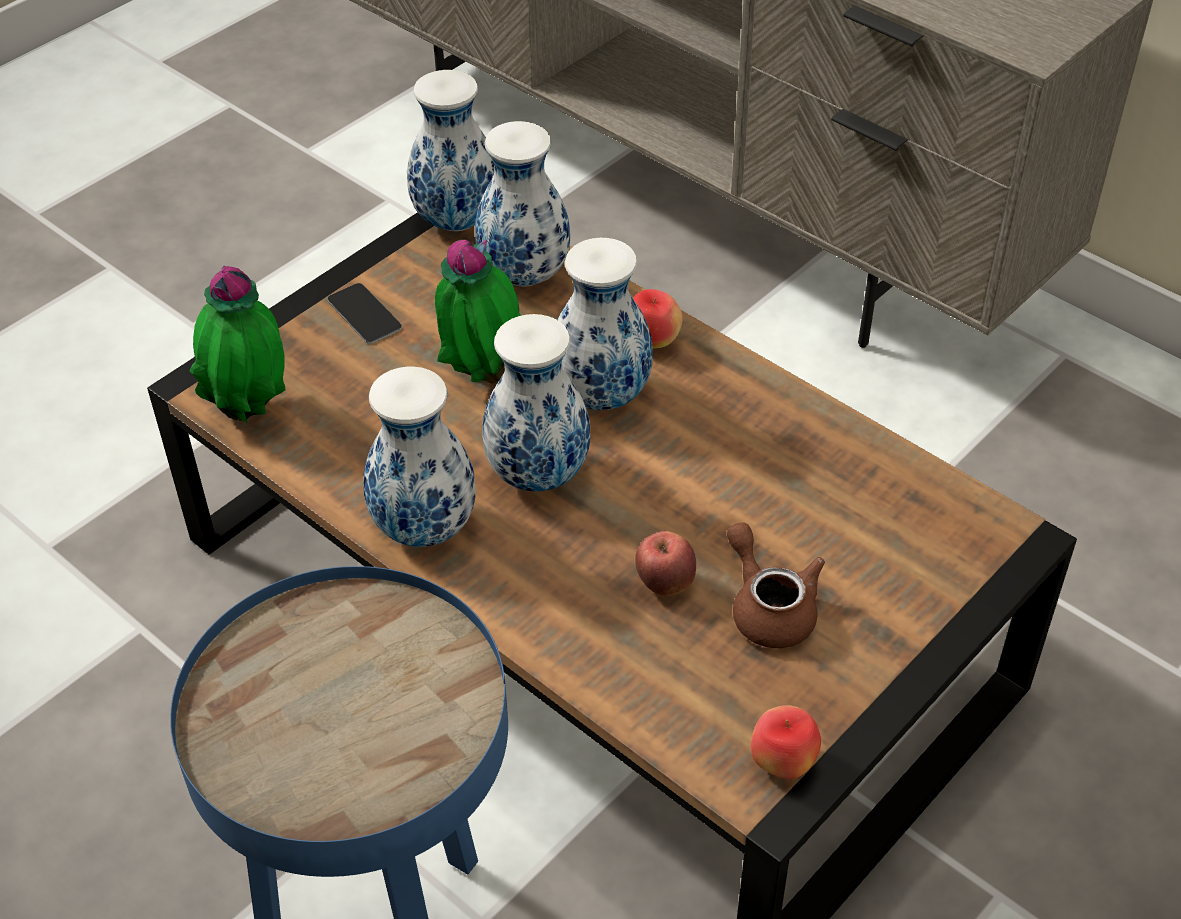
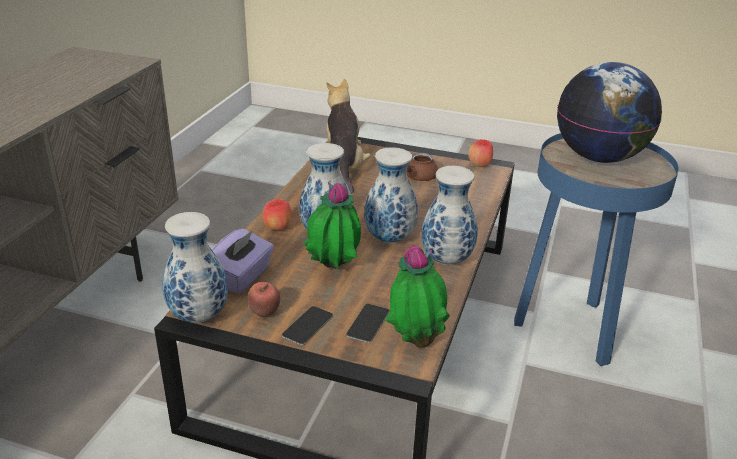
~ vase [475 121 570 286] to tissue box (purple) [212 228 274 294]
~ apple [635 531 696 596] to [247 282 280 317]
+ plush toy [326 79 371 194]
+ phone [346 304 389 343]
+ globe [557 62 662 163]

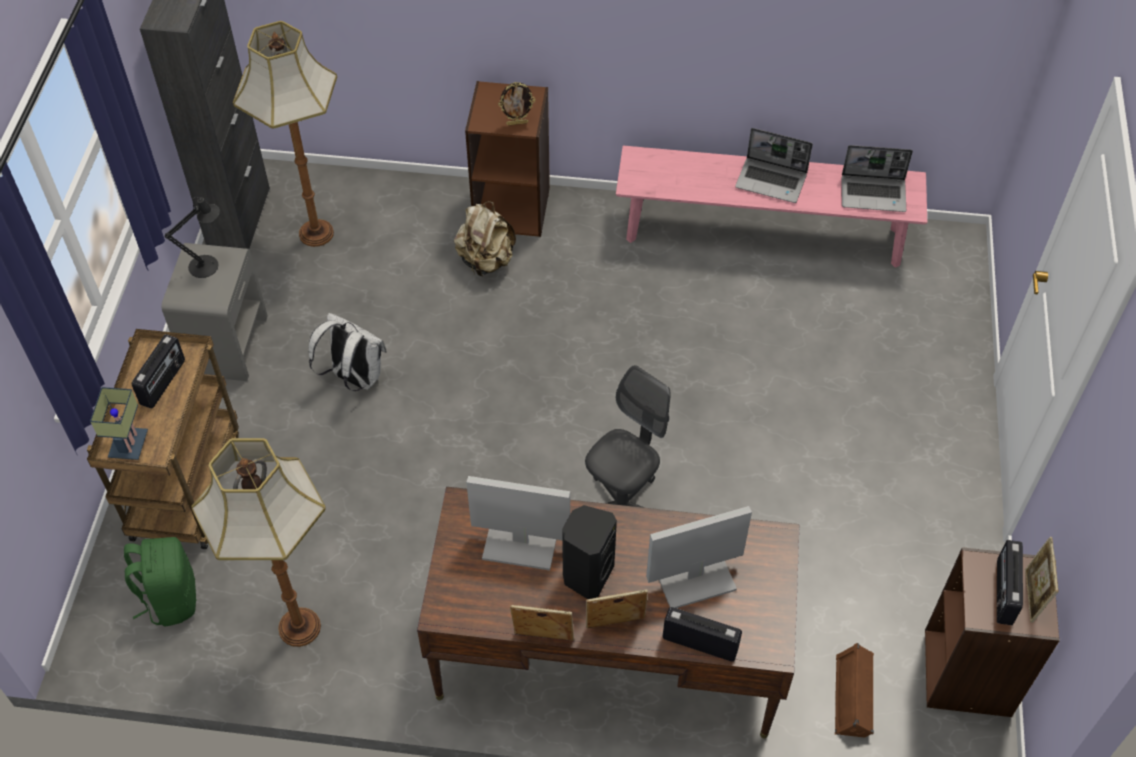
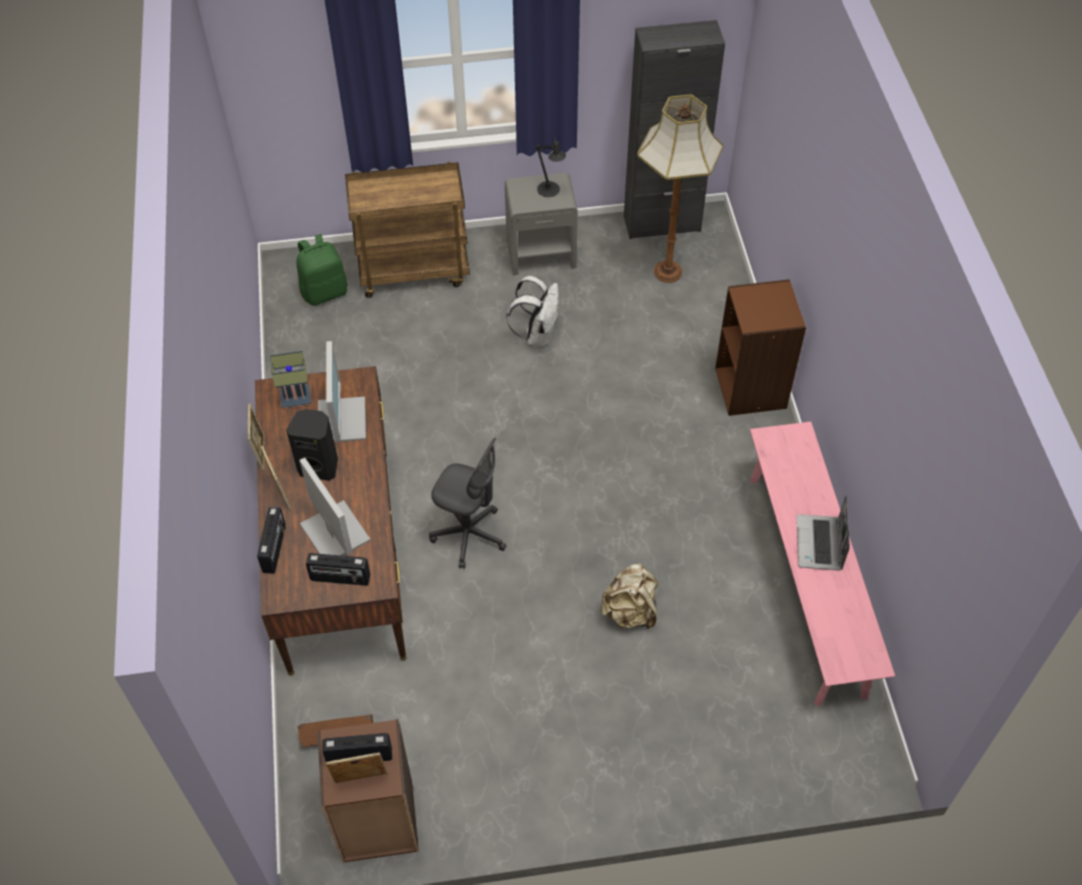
~ table lamp [90 387 148 460] to [270 351 311 408]
~ radio [132 334 185 409] to [306 553 370 585]
- floor lamp [191 438 326 647]
~ backpack (beige) [454 201 516 276] to [601 563 658 629]
- picture frame [498 82 535 125]
- laptop [841 145 913 212]

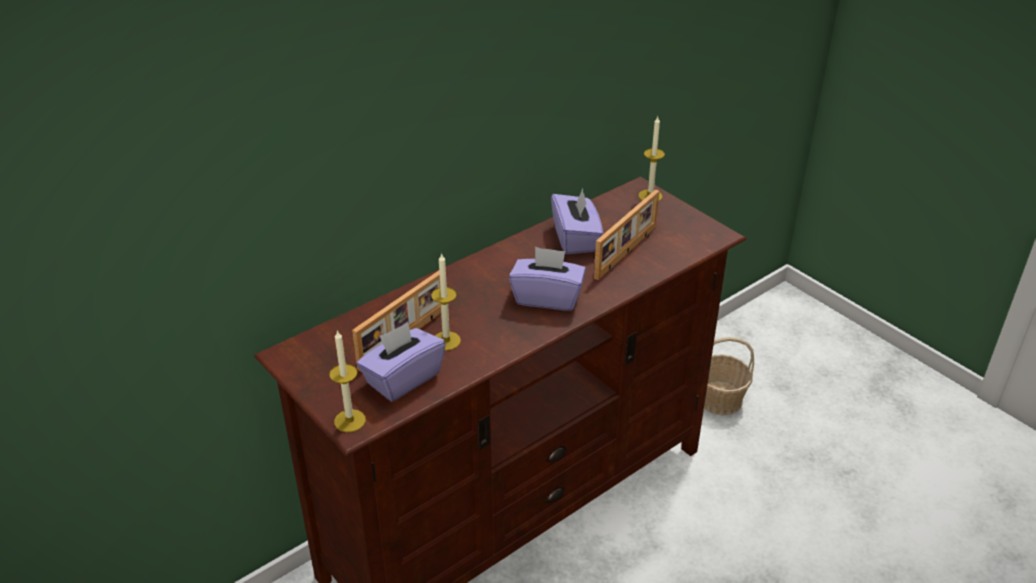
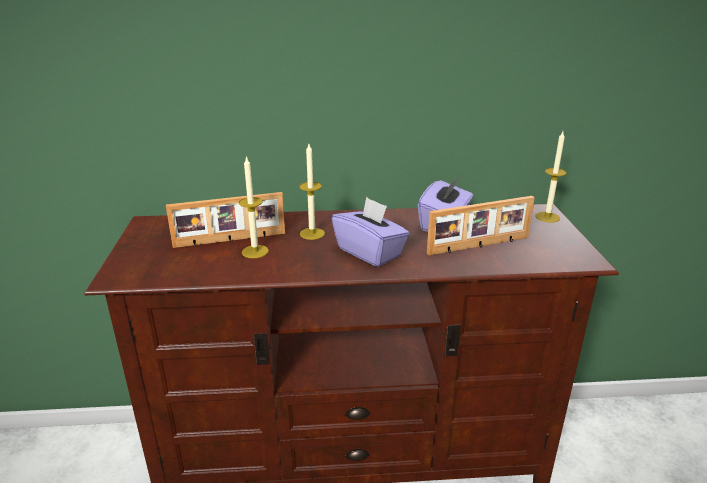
~ candle [329 330 366 432] to [299 144 325 240]
- tissue box (purple) [357 322 446 402]
- basket [704 337 754 415]

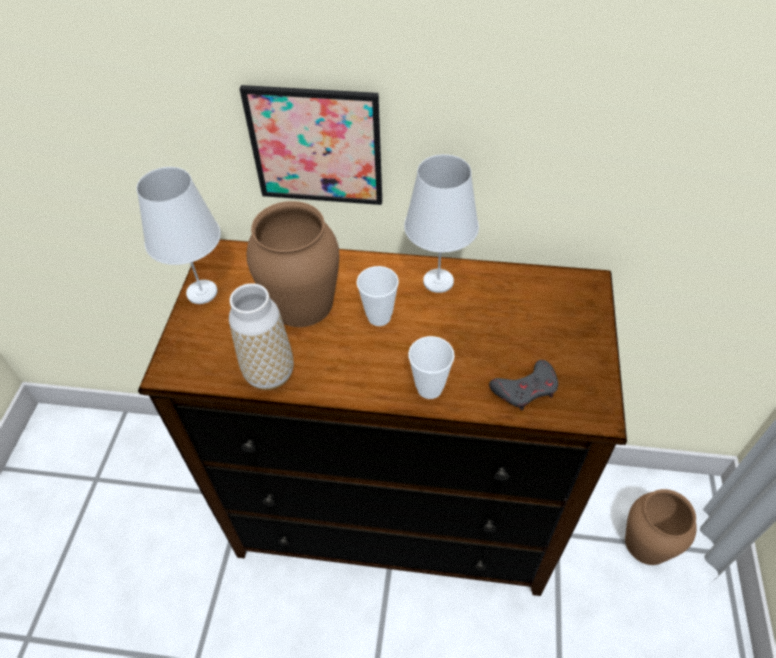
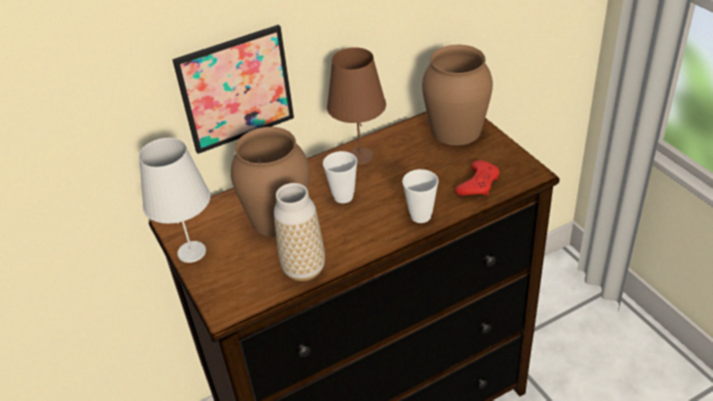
~ table lamp (white) [404 154 479 293] to table lamp (brown) [327 47 386 165]
~ game controller (grey) [489 360 558 411] to game controller (red) [455 160 499 196]
~ vase (brown) [625 489 697 565] to [422 45 493 145]

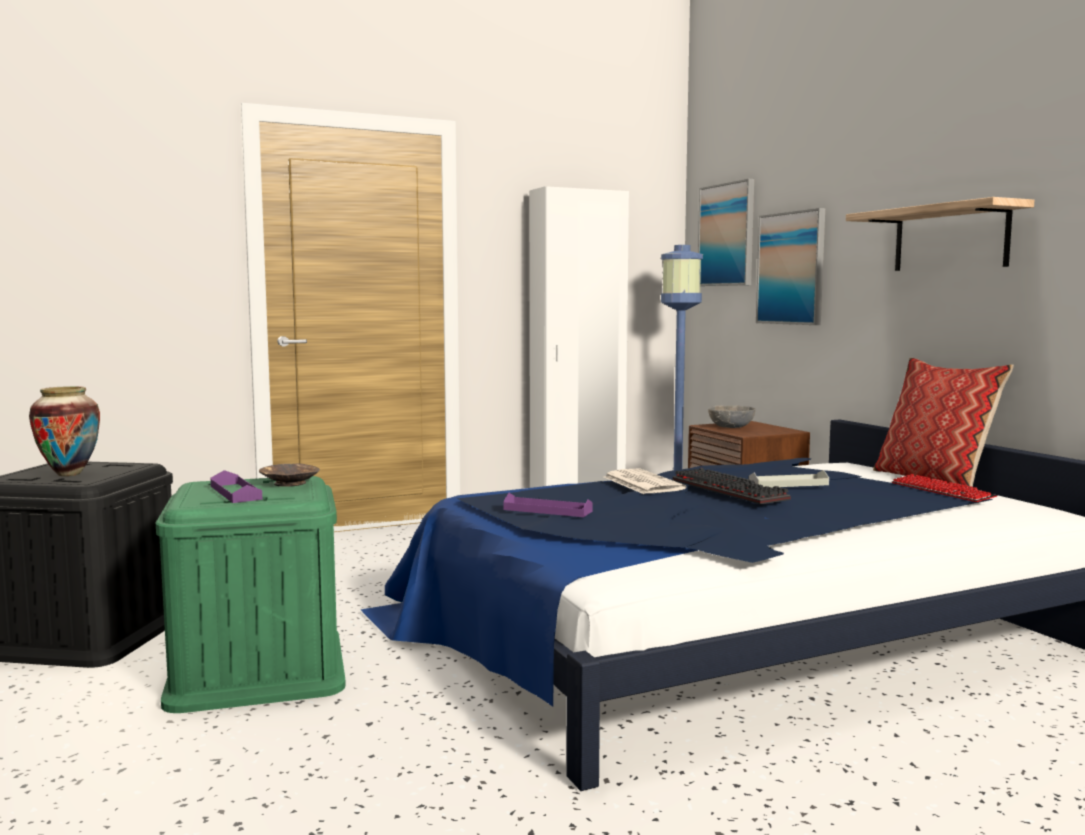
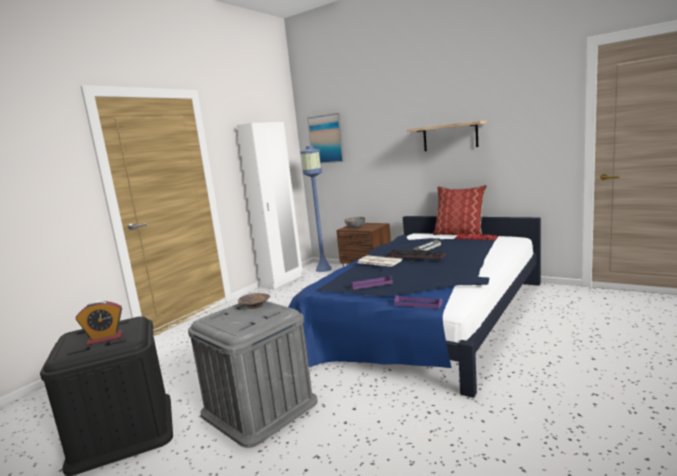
~ vase [29 386 100 476] to alarm clock [76 300 123 346]
~ storage box (green) [155 476 346 713] to storage box (grey) [188 301 318 448]
~ tray (purple) [211 470 262 503] to [394 295 443 309]
- picture [756 208 825 325]

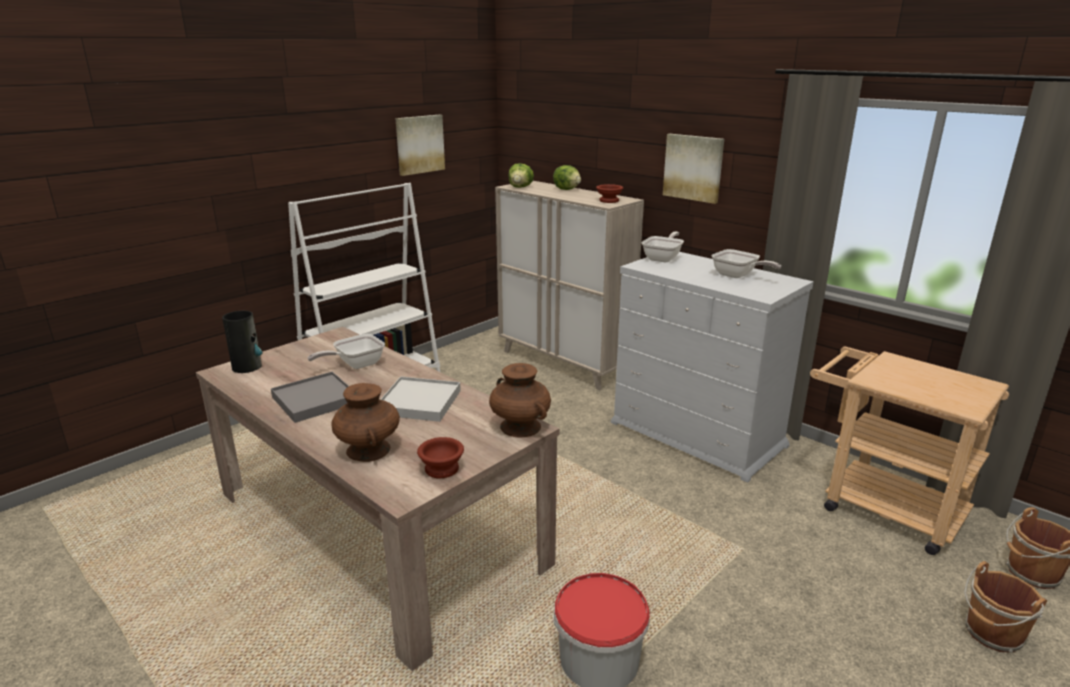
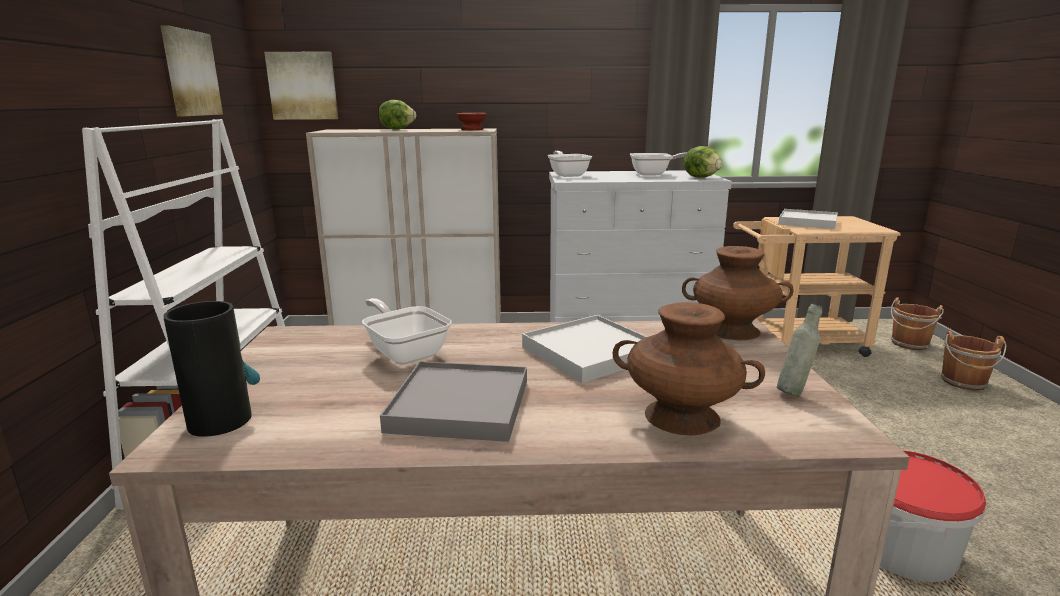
~ frying pan [307 334 385 369] = [362 298 451 365] 135 degrees clockwise
~ bowl (brown) [417 437 464 478] to bottle (grey) [777 304 822 397]
~ lettuce [509 163 534 188] to [684 146 722 178]
~ picture [663 134 724 204] to [264 52 338 120]
+ tray (white) [778 209 838 229]

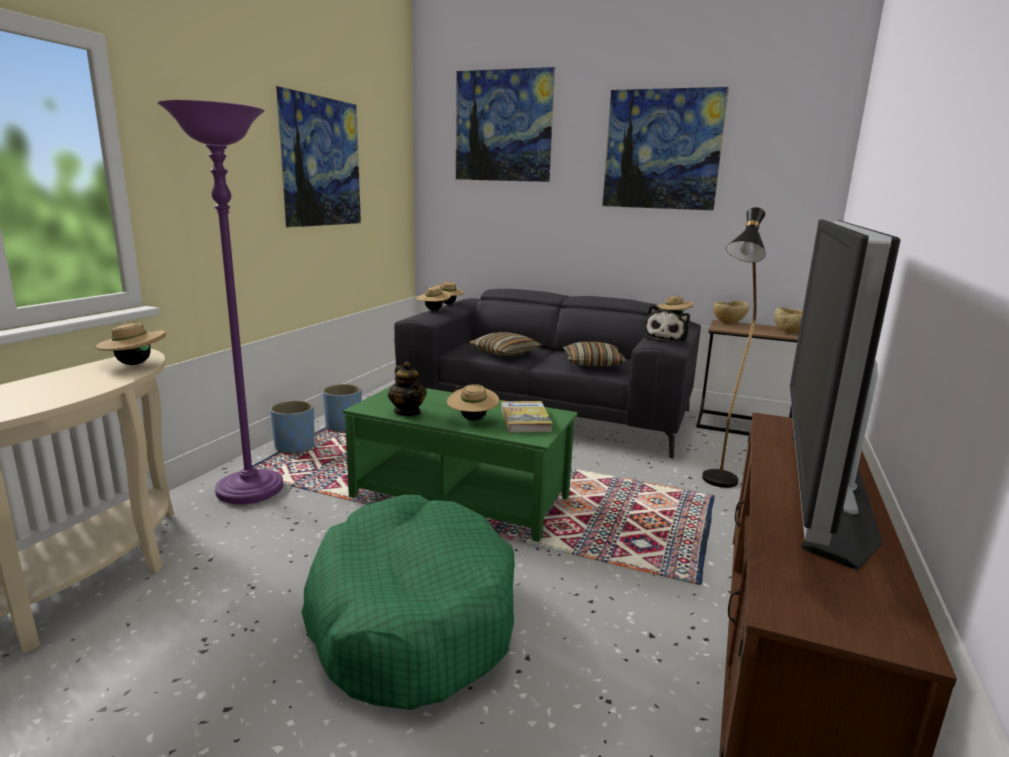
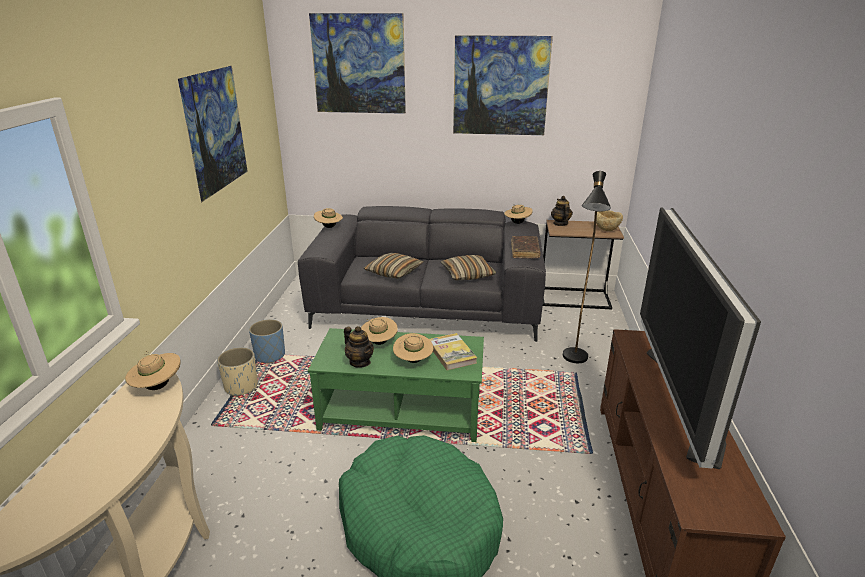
- floor lamp (purple) [157 100 283 504]
~ planter (blue) [270 400 315 453] to planter (beige) [217 347 258 396]
~ hat (beige) [416 286 451 310] to [361 317 398 345]
~ plush toy [644 305 690 342] to book (brown) [511 236 541 258]
~ bowl (beige) [713 301 749 324] to teapot [551 196 573 226]

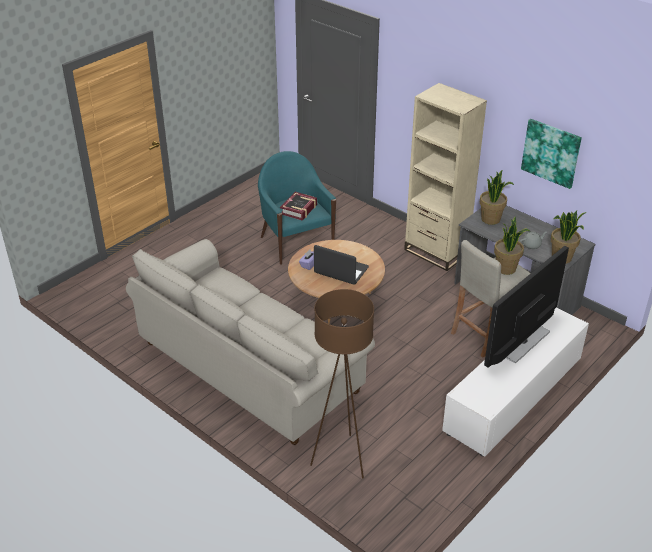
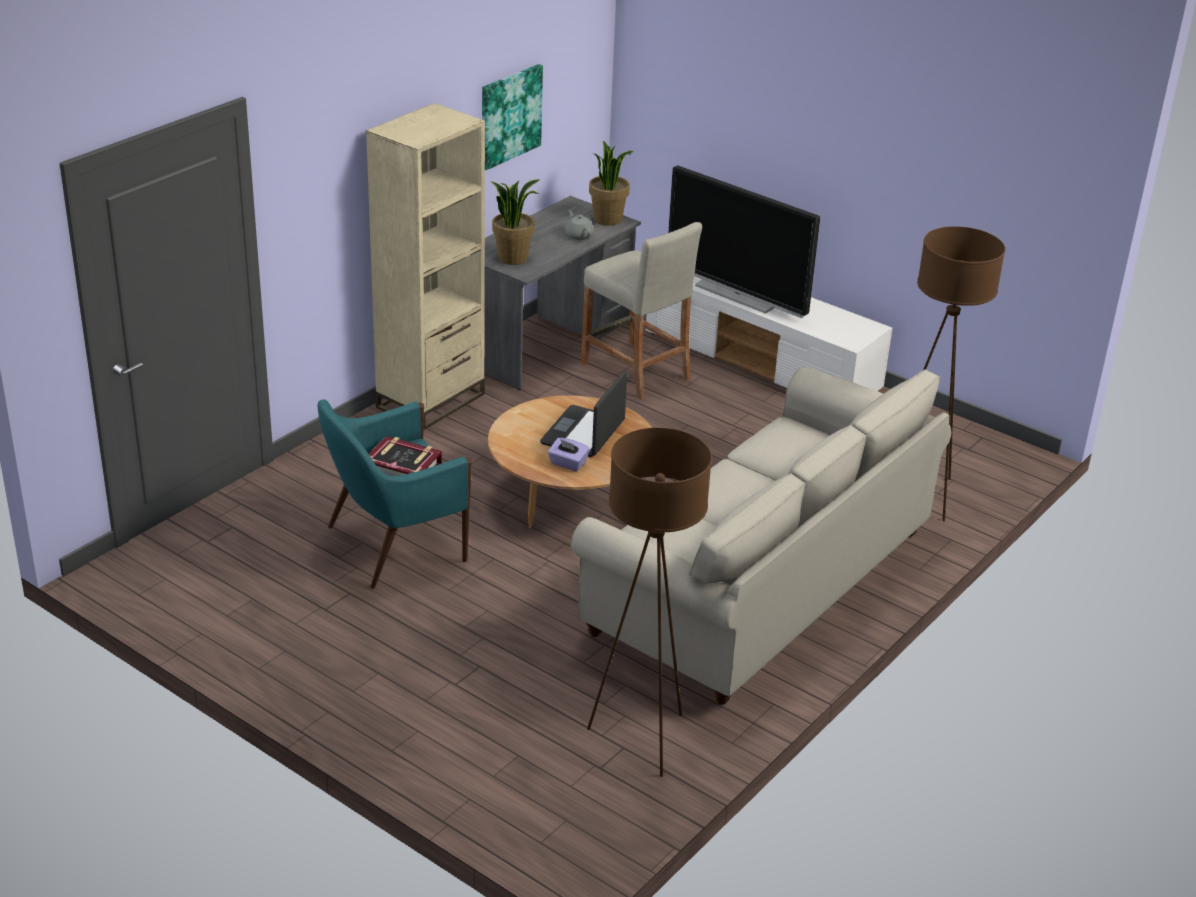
- potted plant [494 216 531 275]
+ floor lamp (brown) [587 428 712 777]

